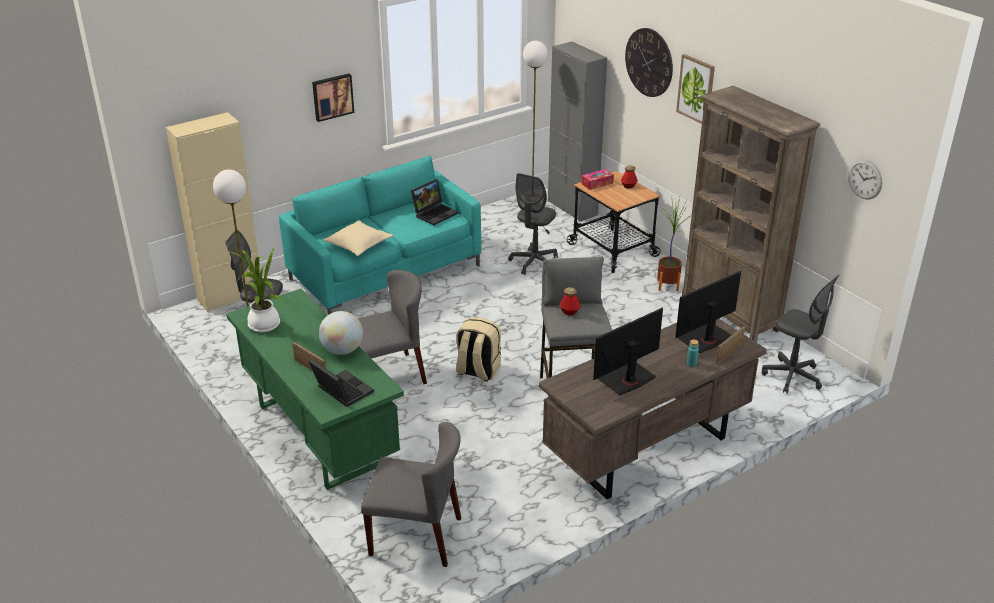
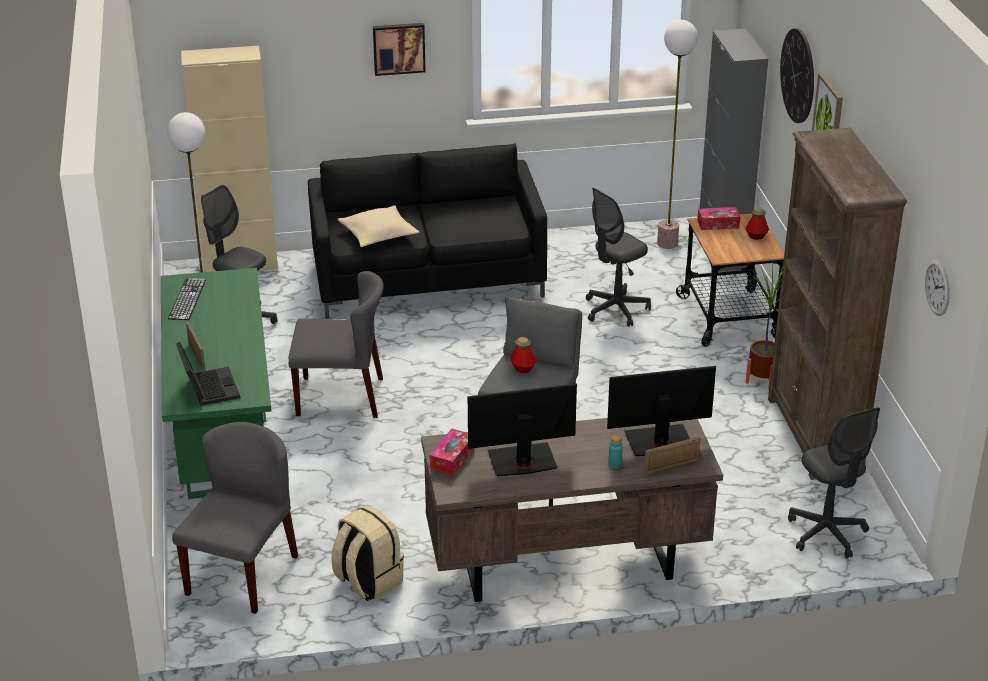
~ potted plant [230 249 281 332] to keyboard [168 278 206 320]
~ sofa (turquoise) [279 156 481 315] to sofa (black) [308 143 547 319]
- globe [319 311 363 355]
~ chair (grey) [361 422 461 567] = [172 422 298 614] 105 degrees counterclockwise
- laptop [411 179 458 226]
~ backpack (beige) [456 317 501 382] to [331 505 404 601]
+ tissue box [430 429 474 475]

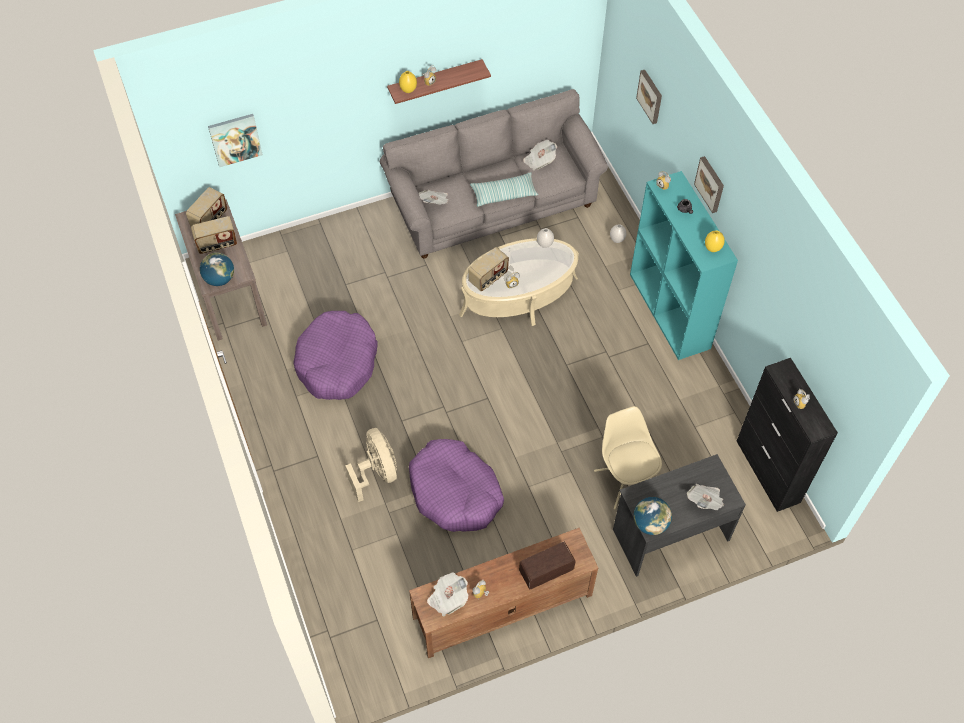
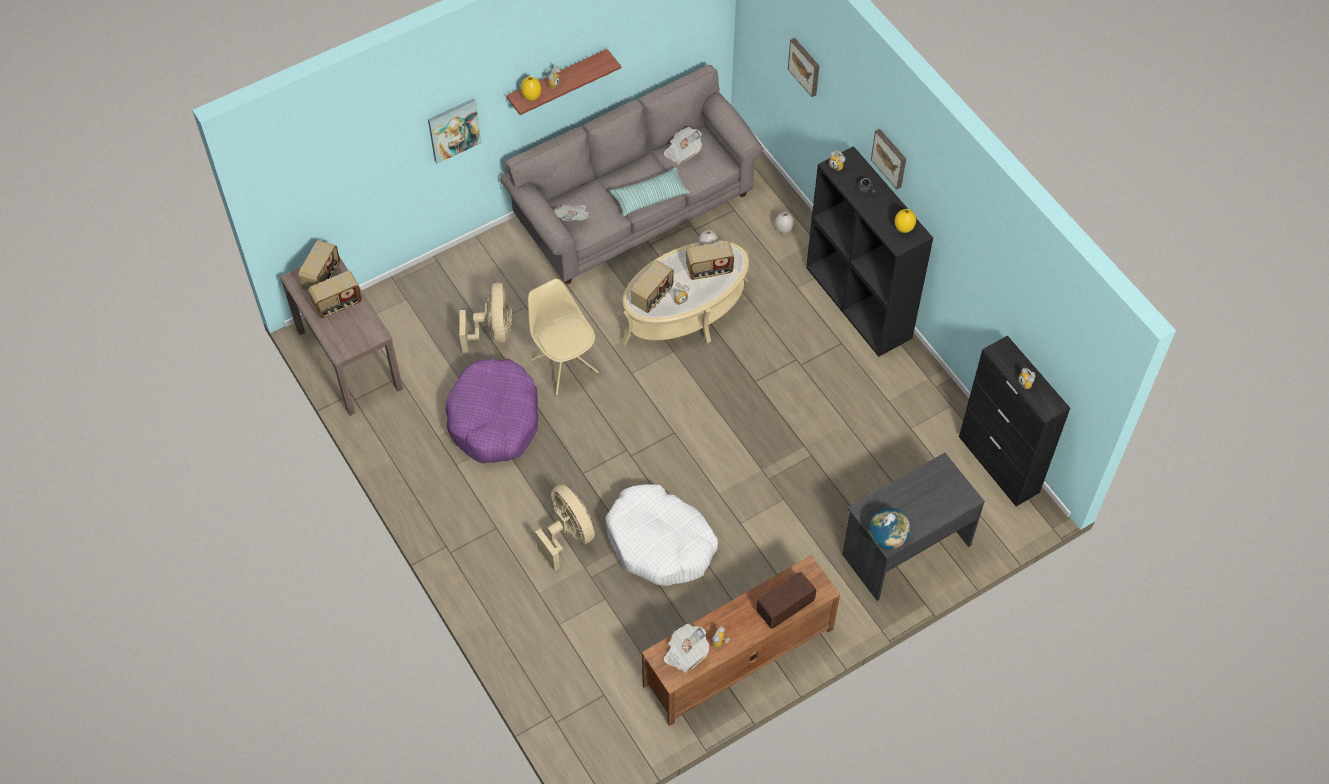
- globe [200 252 234 286]
~ picture [208 114 263 167] to [428 98 481 164]
~ dog bed (purple) [409 439 504 532] to dog bed (white) [605 484 718 586]
~ chair (beige) [594 406 662 509] to [528 279 599 395]
~ bookcase (turquoise) [630 171 738 360] to bookcase (black) [806 146 933 357]
- newspaper [687 484 724 510]
+ fan (beige) [459 283 512 353]
+ radio [686 241 734 280]

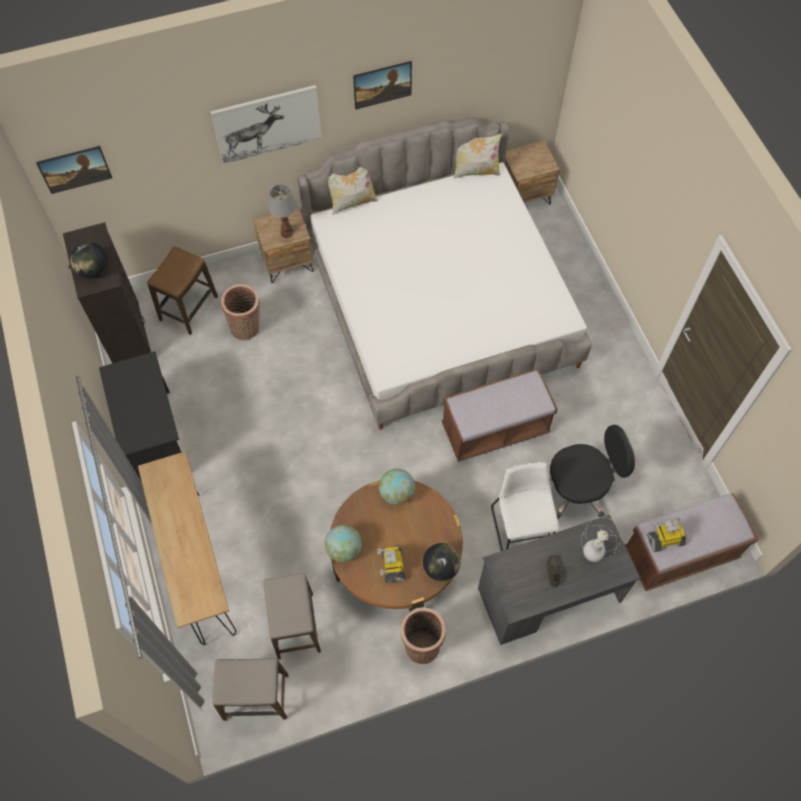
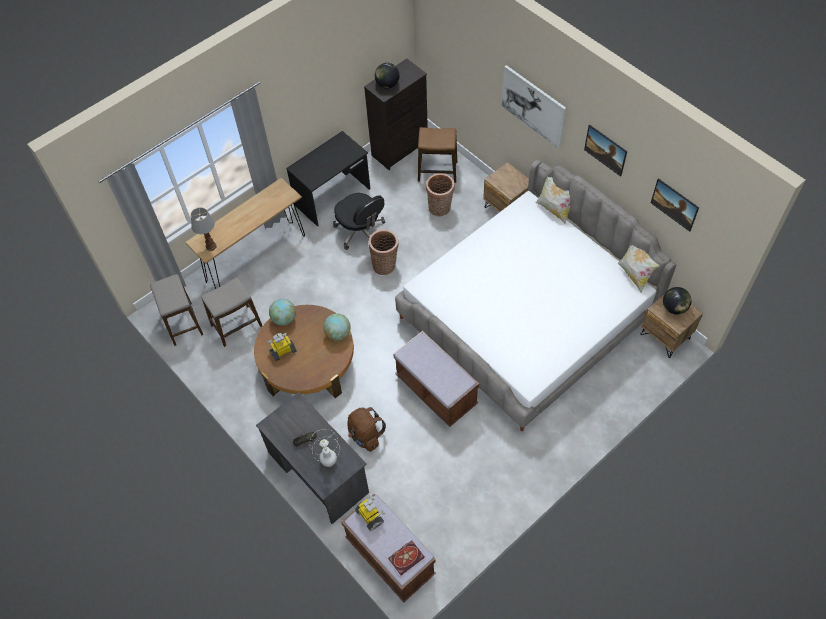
~ picture [36 146 112 194] to [651 178 699 232]
~ table lamp [268 184 297 238] to [191 207 217 251]
~ basket [400 607 446 664] to [368 229 399 275]
~ globe [423 543 461 581] to [663 287 691 314]
~ chair (white) [491 462 560 551] to backpack (brown) [347 407 386 452]
~ office chair (black) [549 425 635 519] to [333 193 385 250]
+ book [389 541 425 575]

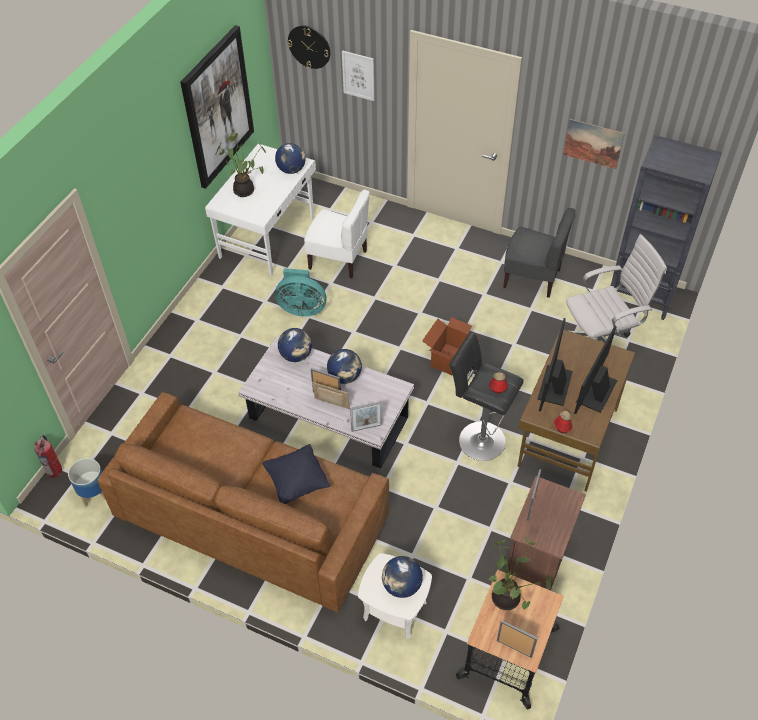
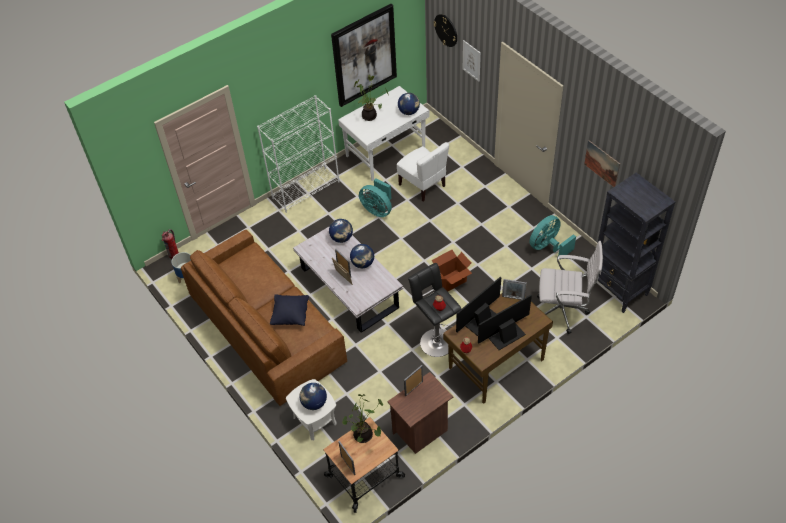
~ picture frame [350 401 382 432] to [502 279 527 300]
~ chair (grey) [503 208 575 298] to fan (turquoise) [529 215 576 256]
+ bookcase (white) [257 95 339 213]

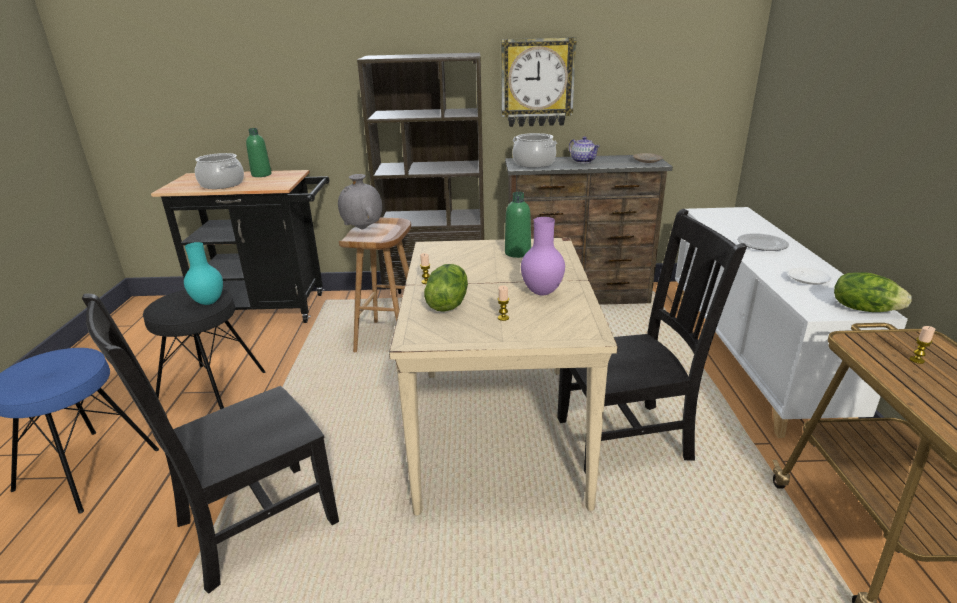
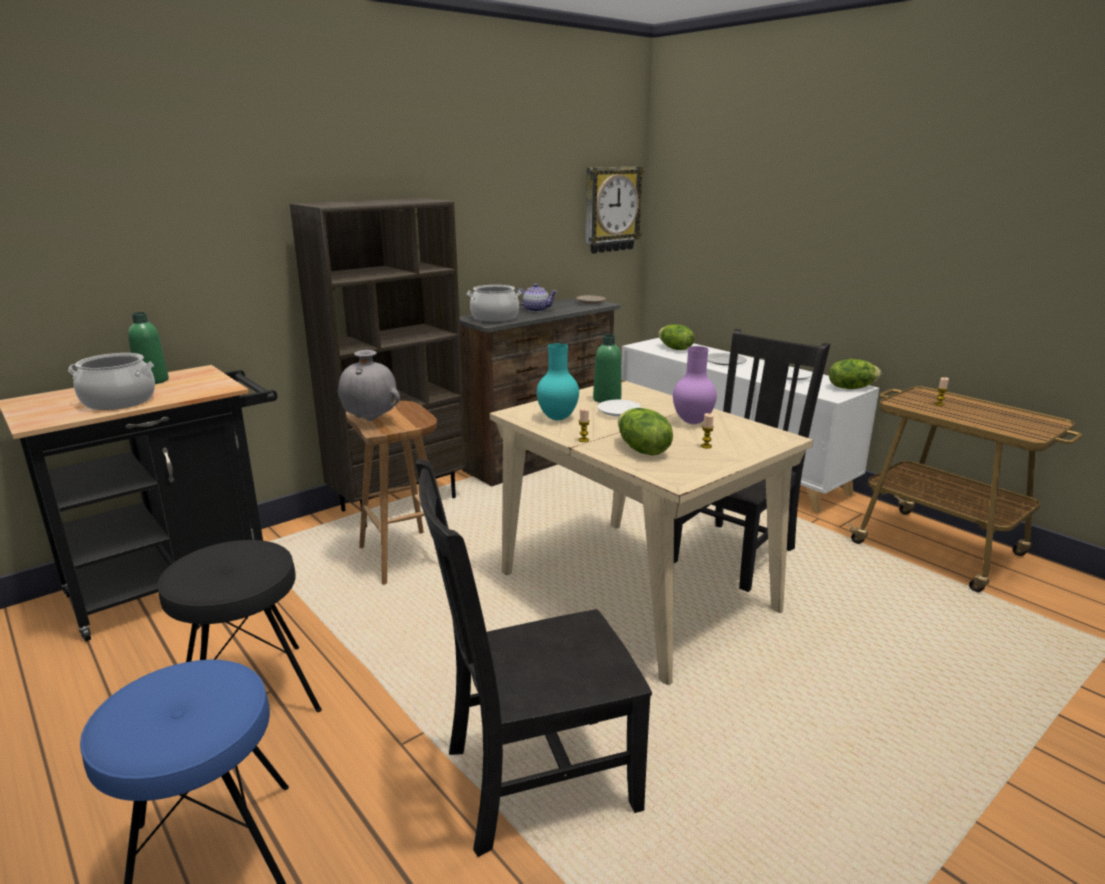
~ chair (black) [82 294 339 594] = [416 459 652 857] 60 degrees clockwise
~ vase (turquoise) [184 242 223 305] to [537 343 579 420]
~ wall clock [501 37 577 127] to [585 167 644 253]
+ plate (white) [597 400 641 417]
+ lettuce [658 324 695 350]

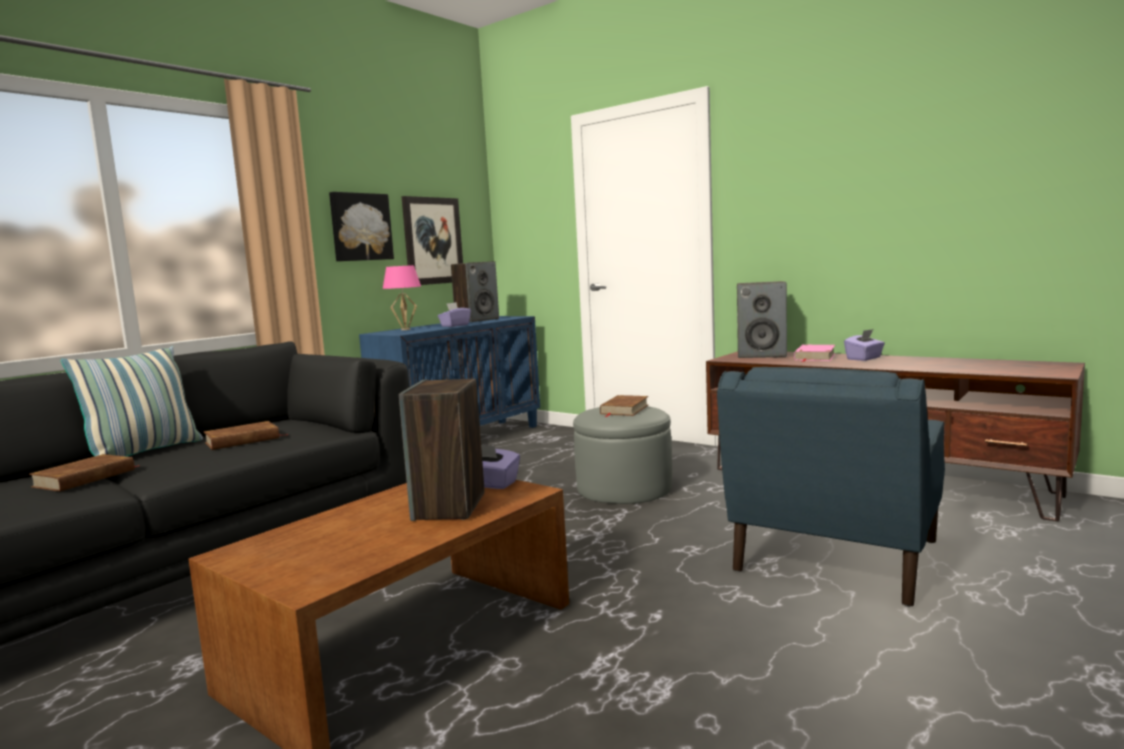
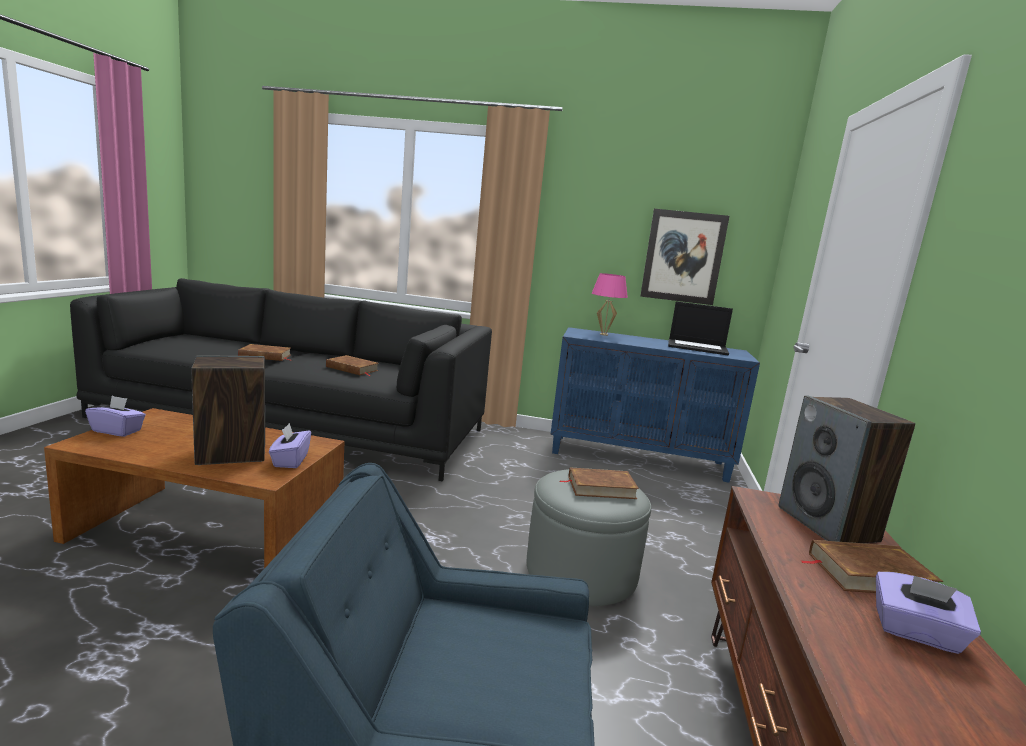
- pillow [61 346 203 456]
- picture [329 192 394 261]
~ tissue box (purple) [438 302 471 327] to [85 396 146 437]
~ speaker [451 261 499 322] to laptop [668 301 733 355]
~ book (pink) [794 345 835 362] to book (brown) [800 540 943 593]

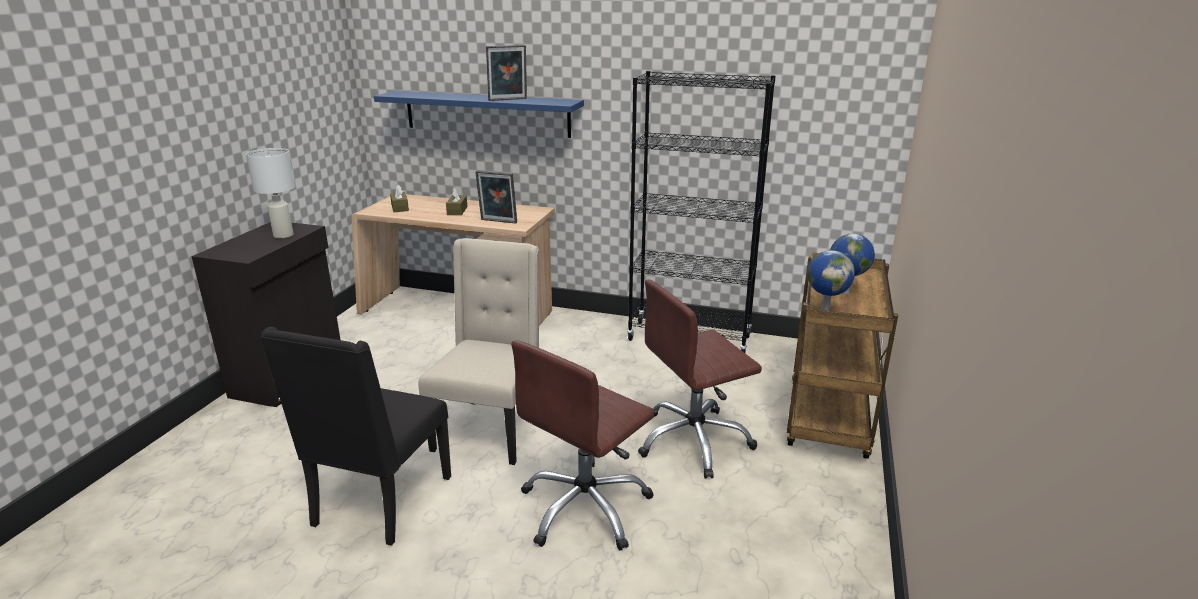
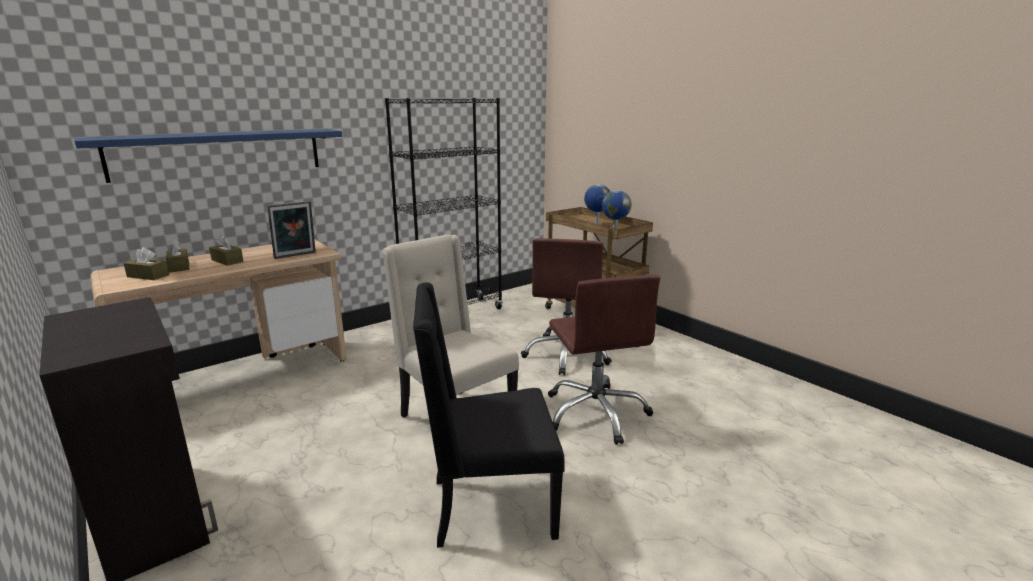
- table lamp (white) [246 148 295 238]
~ chair (black) [260 327 451 546] = [413 282 565 548] 120 degrees clockwise
- picture frame [486 45 527 101]
+ tissue box (brown) [166 240 189 273]

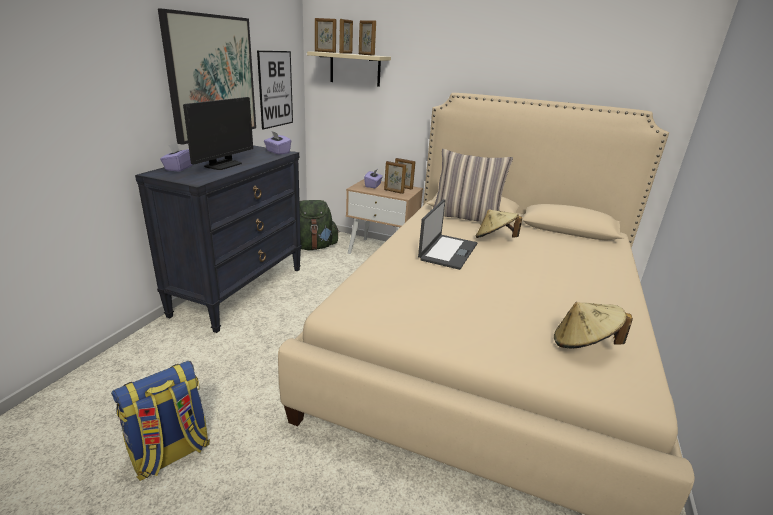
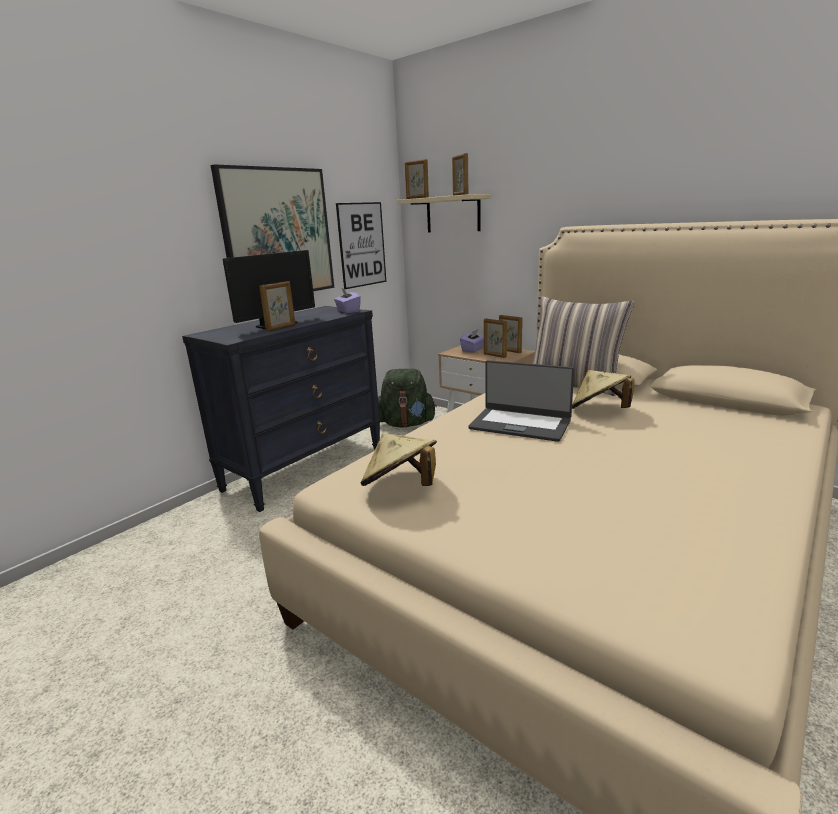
- backpack [111 361 210 481]
- tissue box (purple) [160 142 193 172]
~ picture frame [339 19 353 54] to [259 281 295 332]
~ laptop [418 199 477 270] = [468 360 574 442] 75 degrees clockwise
~ hat (beige) [554 302 633 348] to [361 433 437 486]

